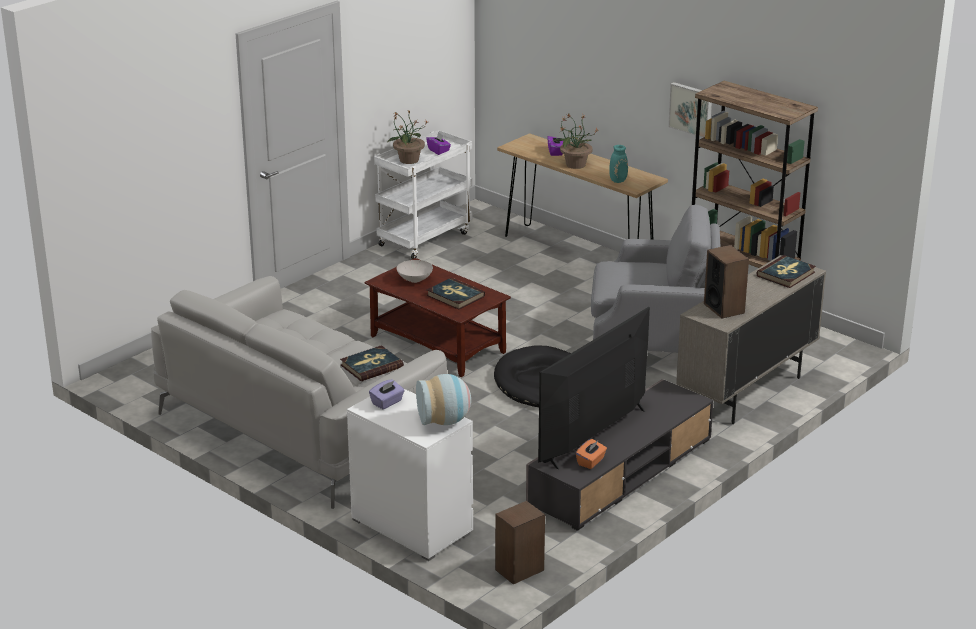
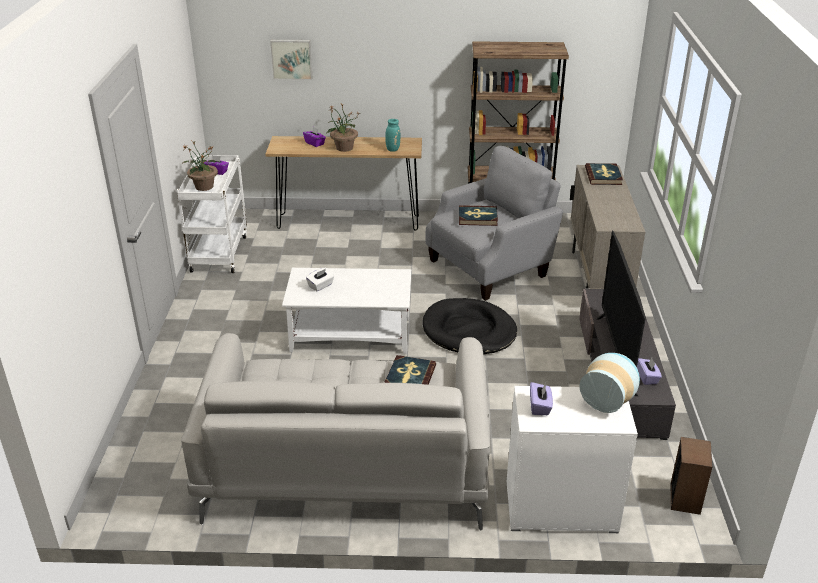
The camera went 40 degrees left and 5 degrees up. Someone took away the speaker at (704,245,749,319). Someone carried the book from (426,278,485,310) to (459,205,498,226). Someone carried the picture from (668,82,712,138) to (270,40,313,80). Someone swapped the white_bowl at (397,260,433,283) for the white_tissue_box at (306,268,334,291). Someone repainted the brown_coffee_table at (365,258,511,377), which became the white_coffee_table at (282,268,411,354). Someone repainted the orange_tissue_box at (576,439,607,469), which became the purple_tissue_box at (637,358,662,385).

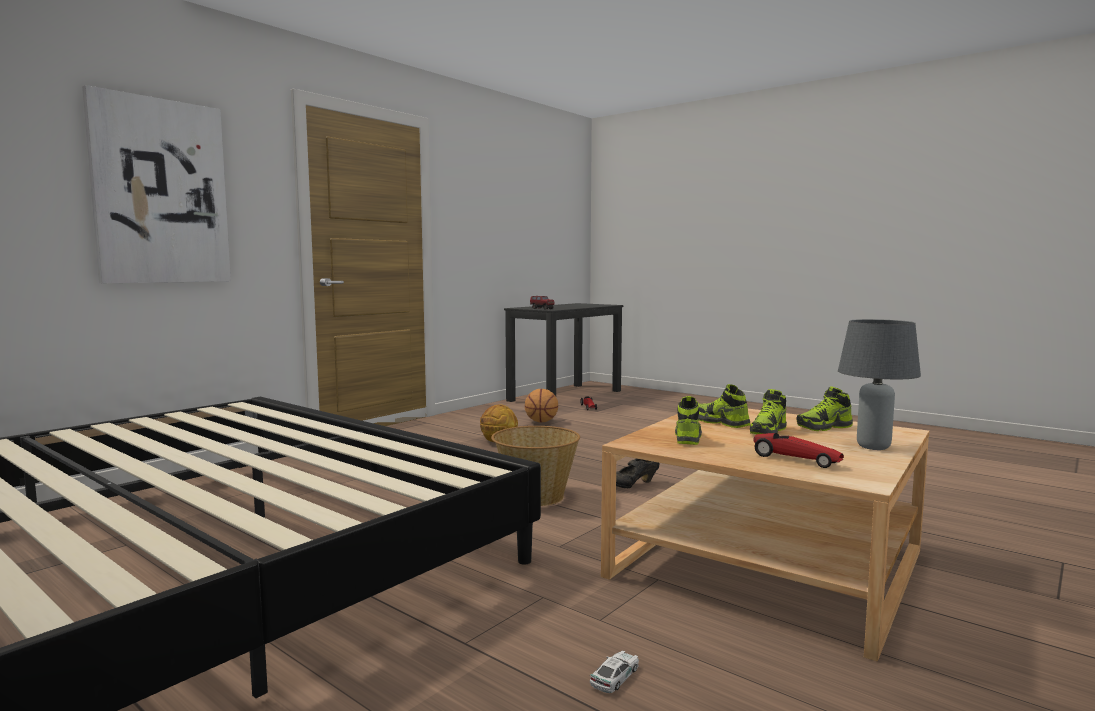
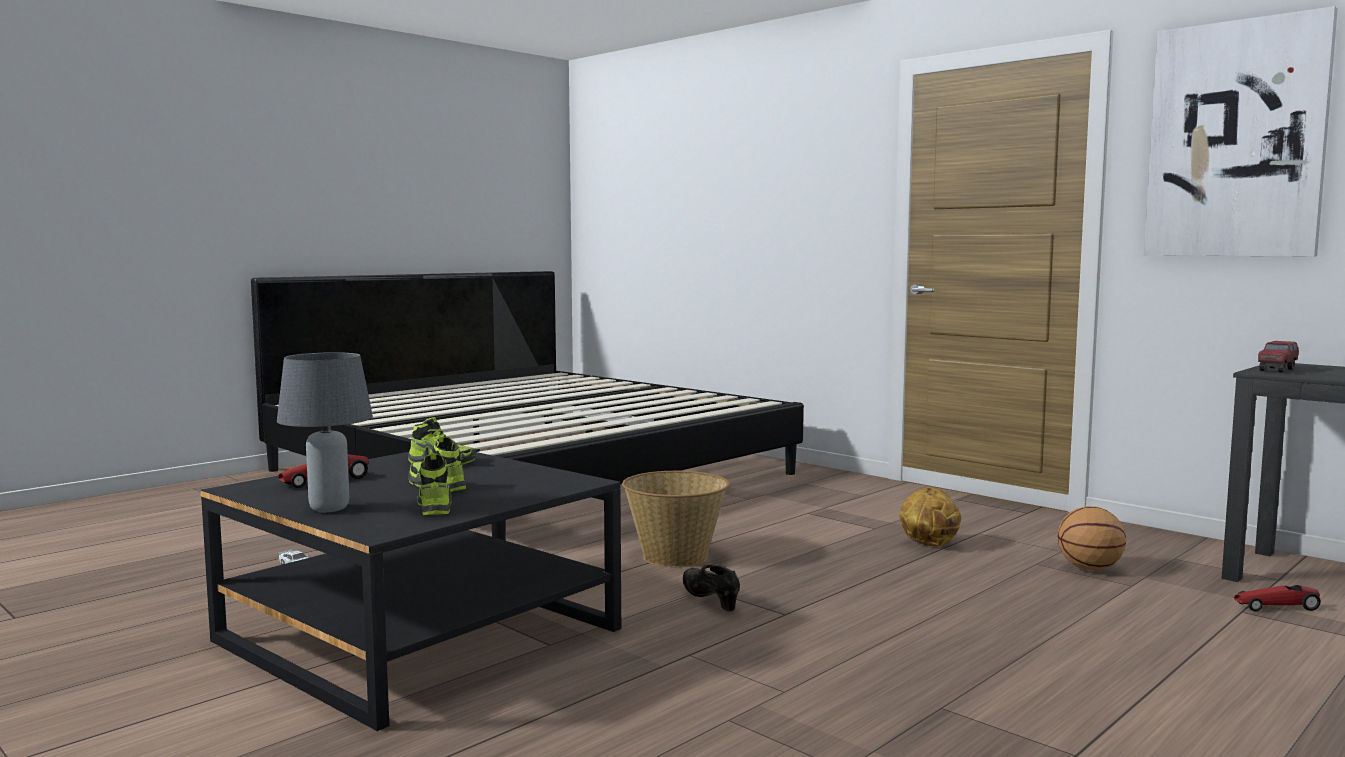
The camera went 95 degrees right and 0 degrees up. Someone took away the shoe at (698,384,750,428). Someone carried the picture from (82,85,231,283) to (1144,6,1338,256). Someone repainted the beige_coffee_table at (601,403,930,662), which became the black_coffee_table at (201,452,621,731).

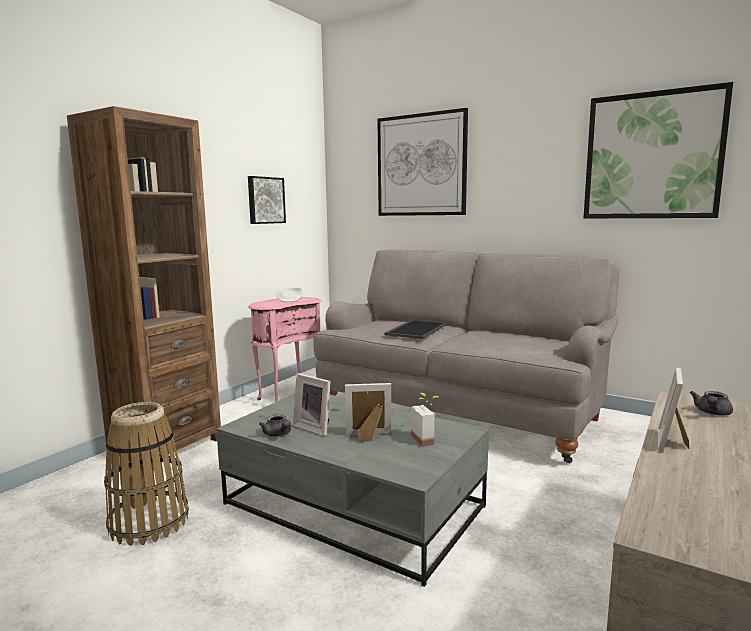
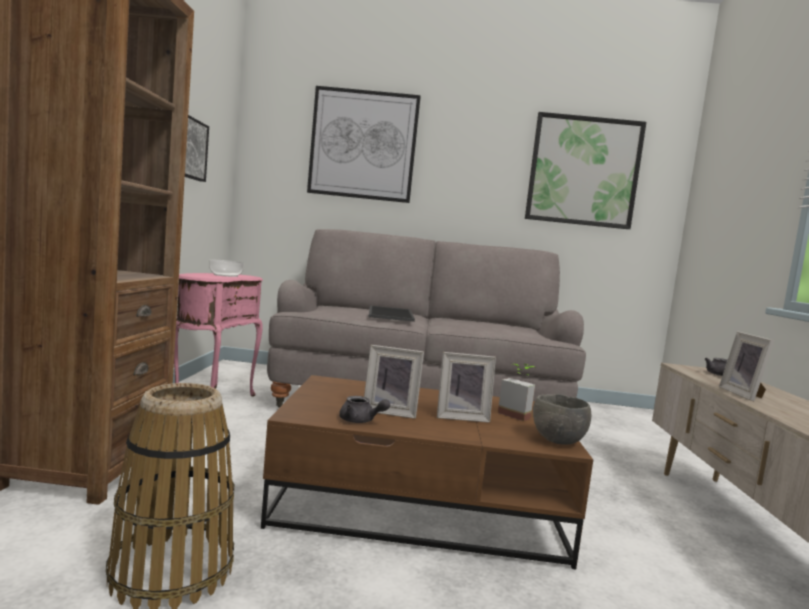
The camera went 30 degrees left and 5 degrees down. Someone put down the grey_bowl at (533,394,591,445). Someone repainted the grey_coffee_table at (216,394,489,587), which became the brown_coffee_table at (261,375,593,569). Someone rotated the picture_frame at (345,383,391,442) by 150 degrees counterclockwise.

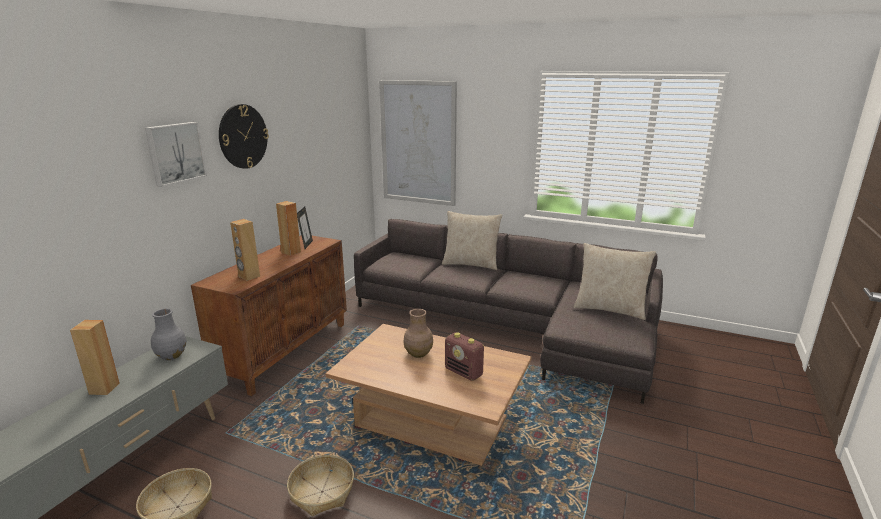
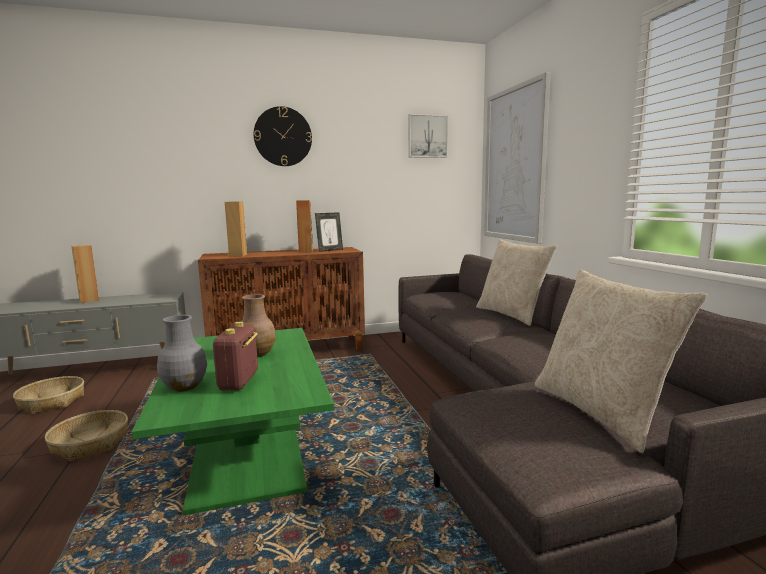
The camera went 50 degrees right and 10 degrees down. Someone carried the picture from (145,122,207,187) to (408,114,448,158). Someone carried the grey_vase from (151,308,186,360) to (157,315,207,392). Someone repainted the brown_coffee_table at (326,324,532,466), which became the green_coffee_table at (131,328,334,515).

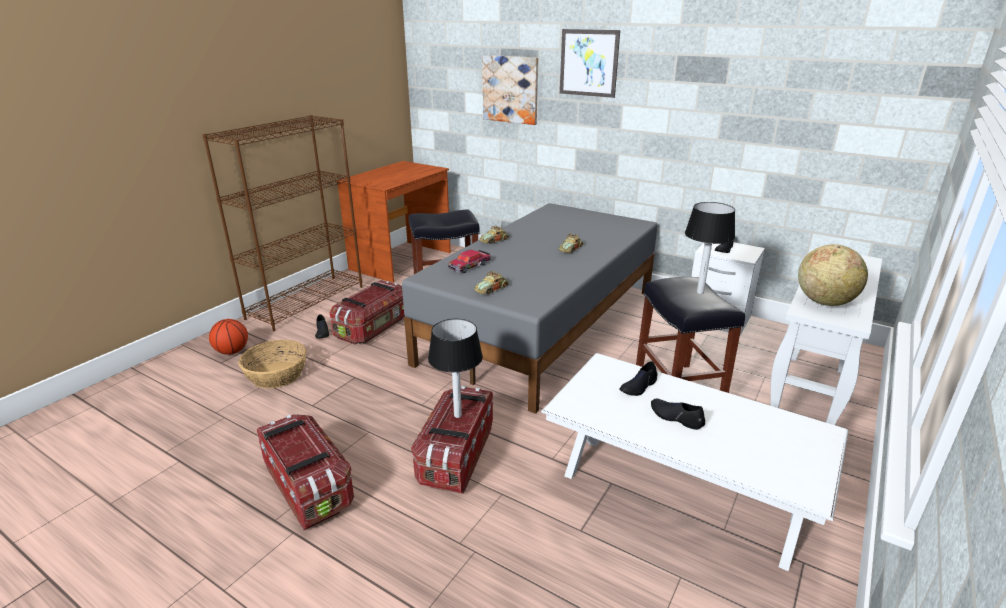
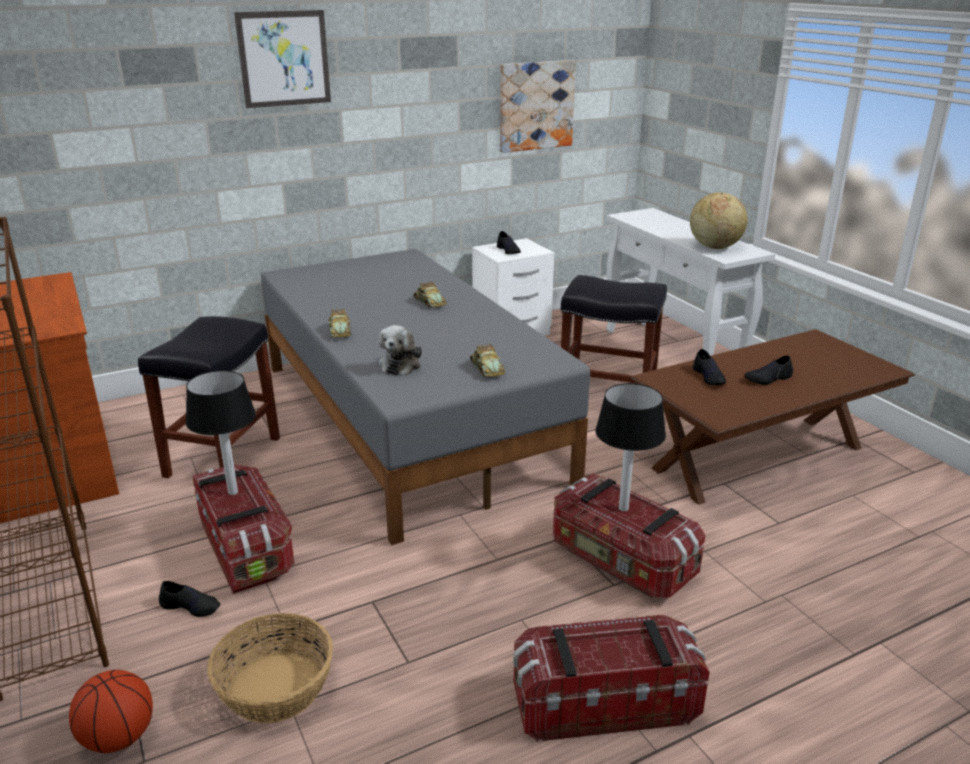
The camera went 60 degrees left and 0 degrees up. Someone carried the picture from (482,55,538,125) to (500,60,576,153). Someone carried the table_lamp from (685,202,735,294) to (186,370,256,495). Someone swapped the toy_car at (448,250,490,273) for the plush_toy at (379,325,422,375). Someone repainted the white_coffee_table at (541,353,849,571), which became the brown_coffee_table at (630,329,915,505).

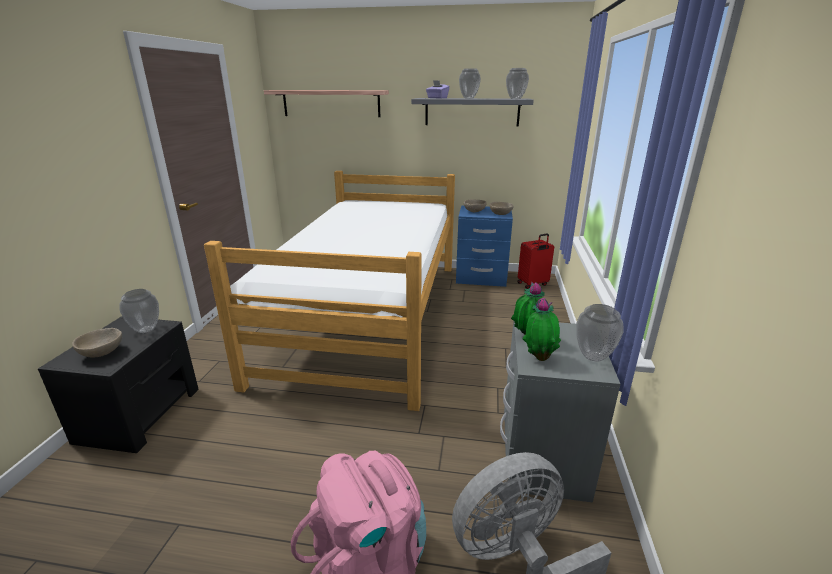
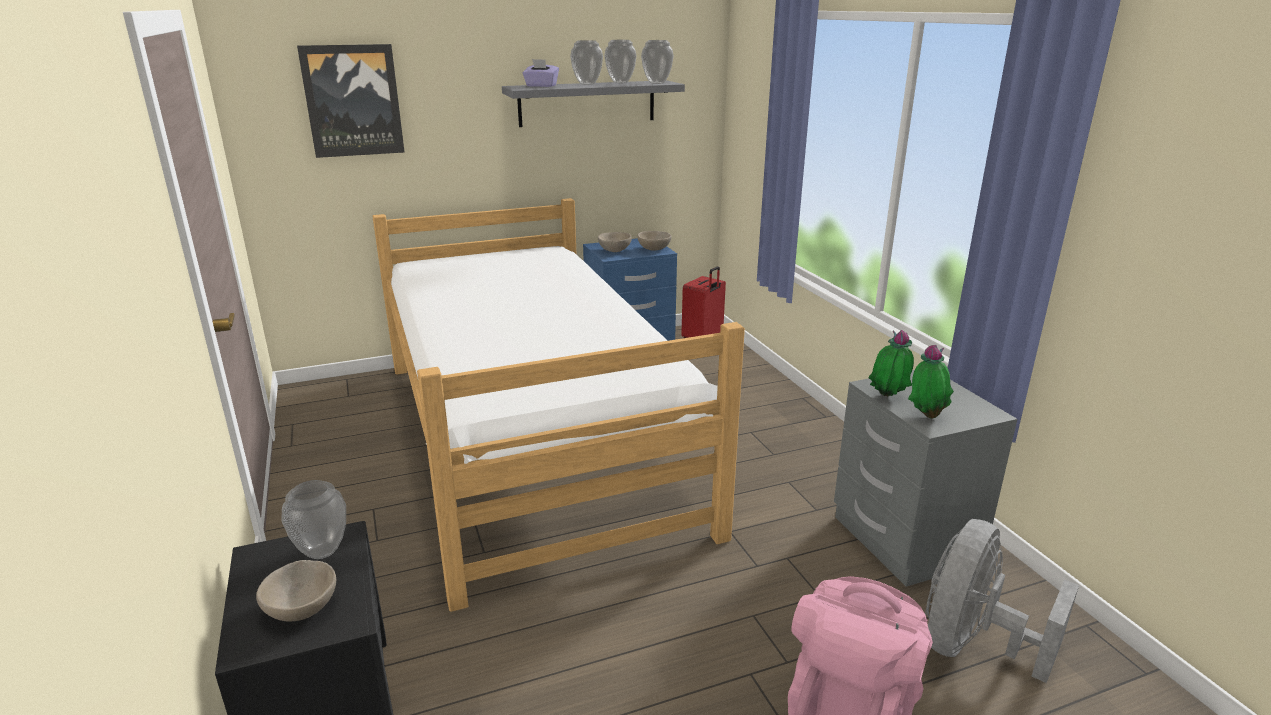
The camera went 30 degrees left and 0 degrees up. Someone carried the vase from (576,304,624,362) to (604,40,637,83). Someone swapped the shelf at (264,90,389,117) for the picture at (297,44,404,158).

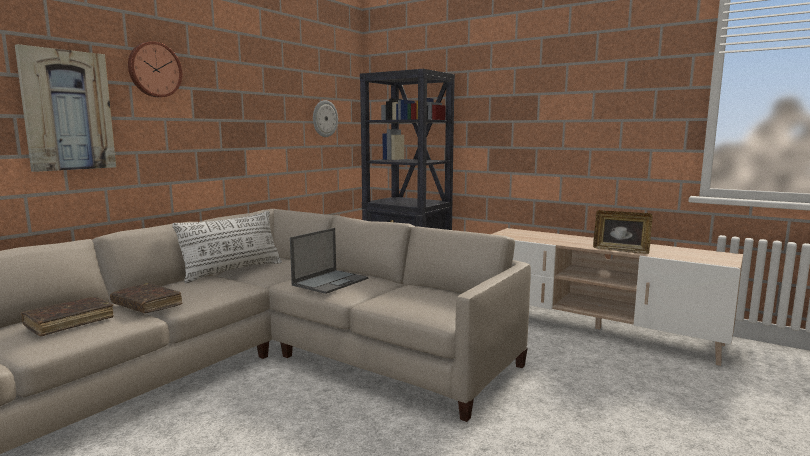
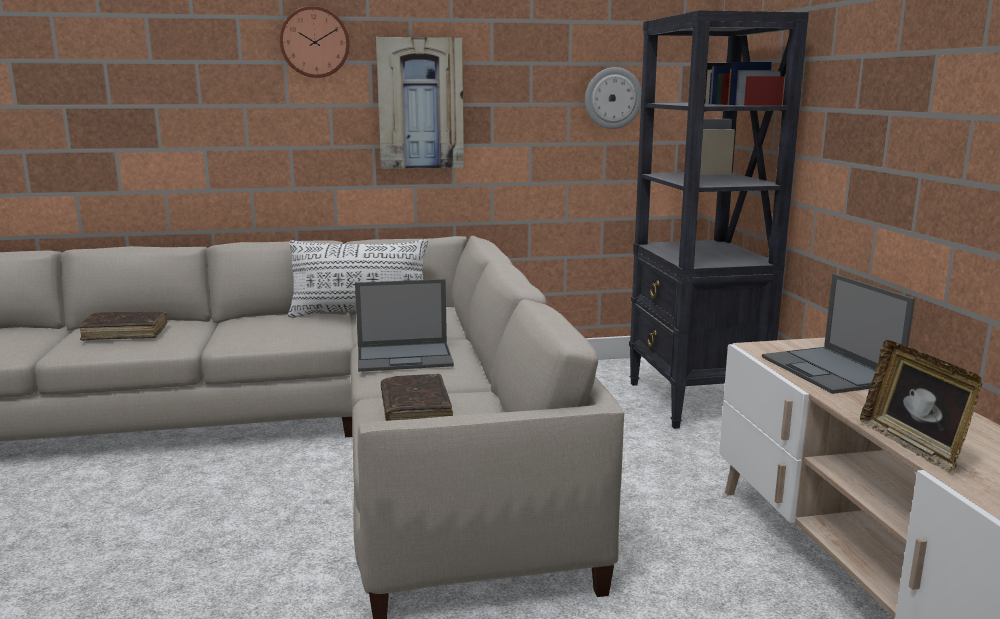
The camera went 45 degrees right and 5 degrees up. Someone put down the laptop at (762,274,915,394). Someone carried the picture from (15,44,116,172) to (376,37,464,169). Someone carried the brown_book from (110,283,182,313) to (381,374,453,421).

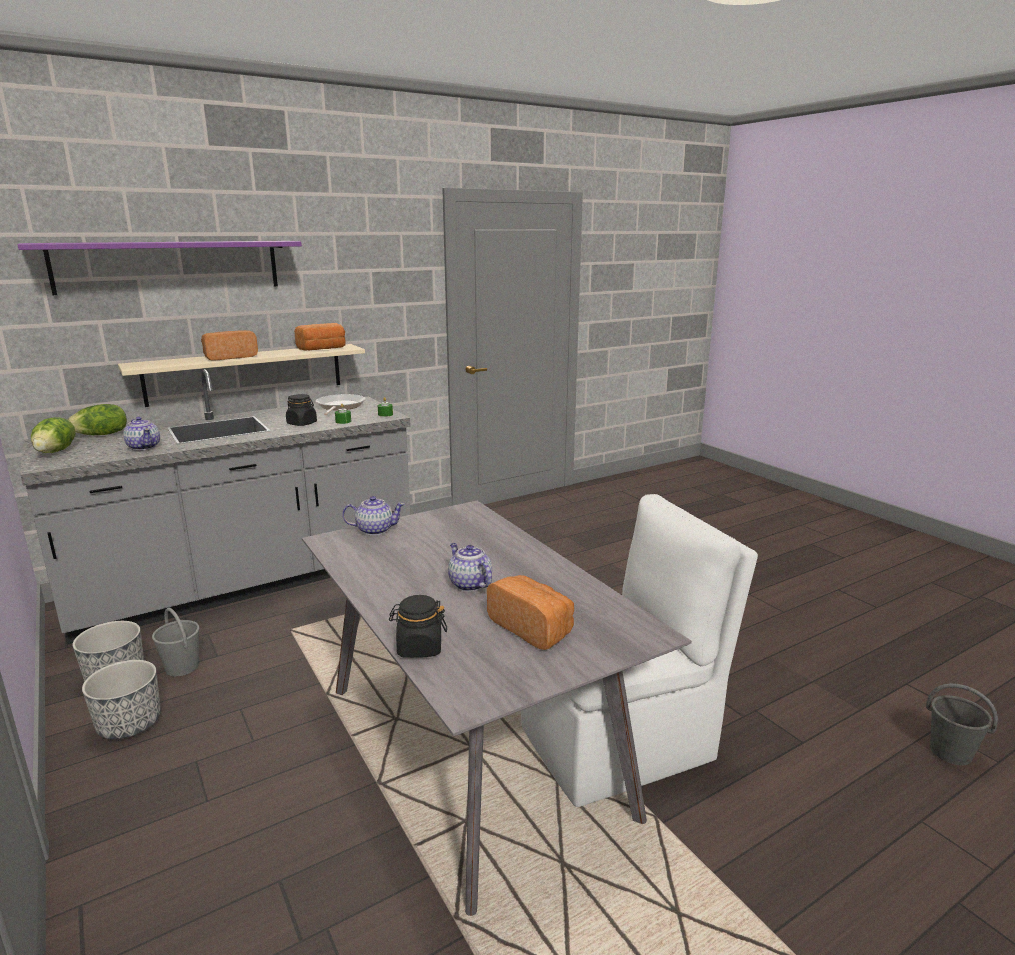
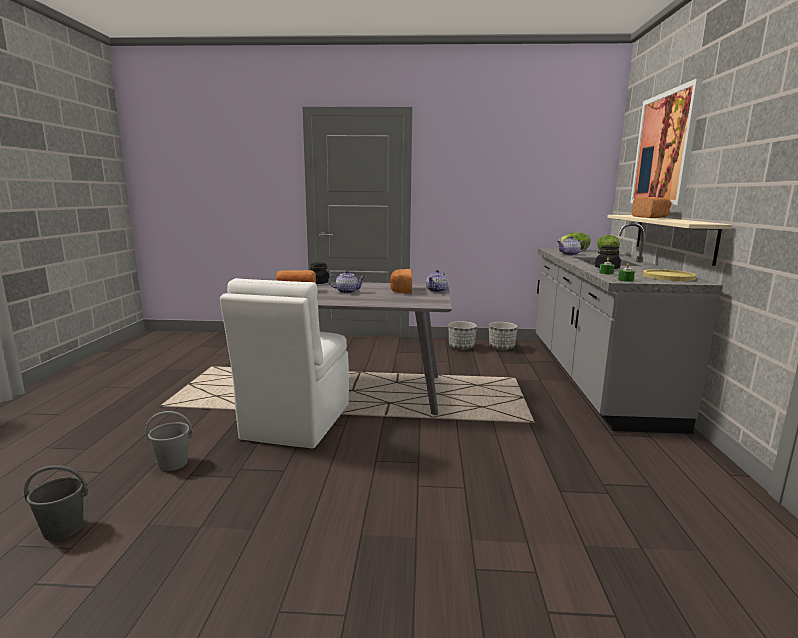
The camera went 125 degrees right and 5 degrees down. Someone carried the grey_bucket from (152,608,199,676) to (145,411,193,471). Someone carried the bread from (294,323,346,351) to (390,269,412,294). Someone swapped the purple_shelf at (17,241,302,295) for the picture at (630,78,703,205). Someone swapped the frying_pan at (316,394,365,415) for the yellow_plate at (643,269,696,281).

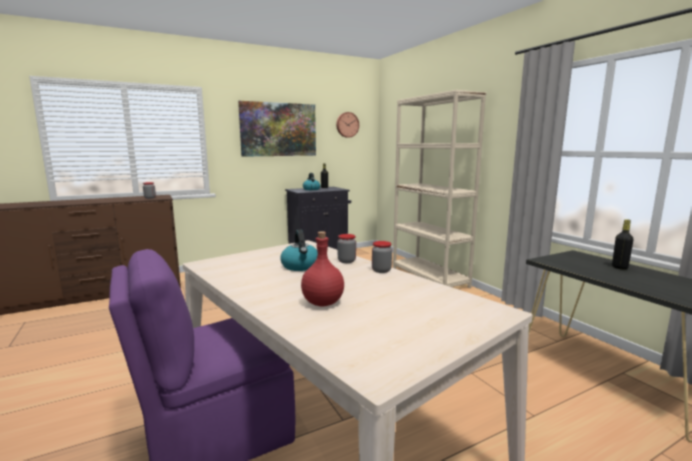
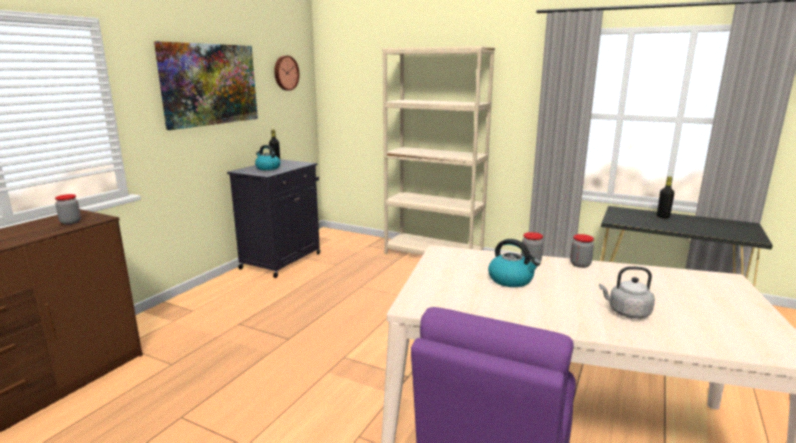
The camera went 35 degrees left and 5 degrees up. Someone swapped the red_bottle at (301,231,344,307) for the grey_kettle at (599,266,655,318).

